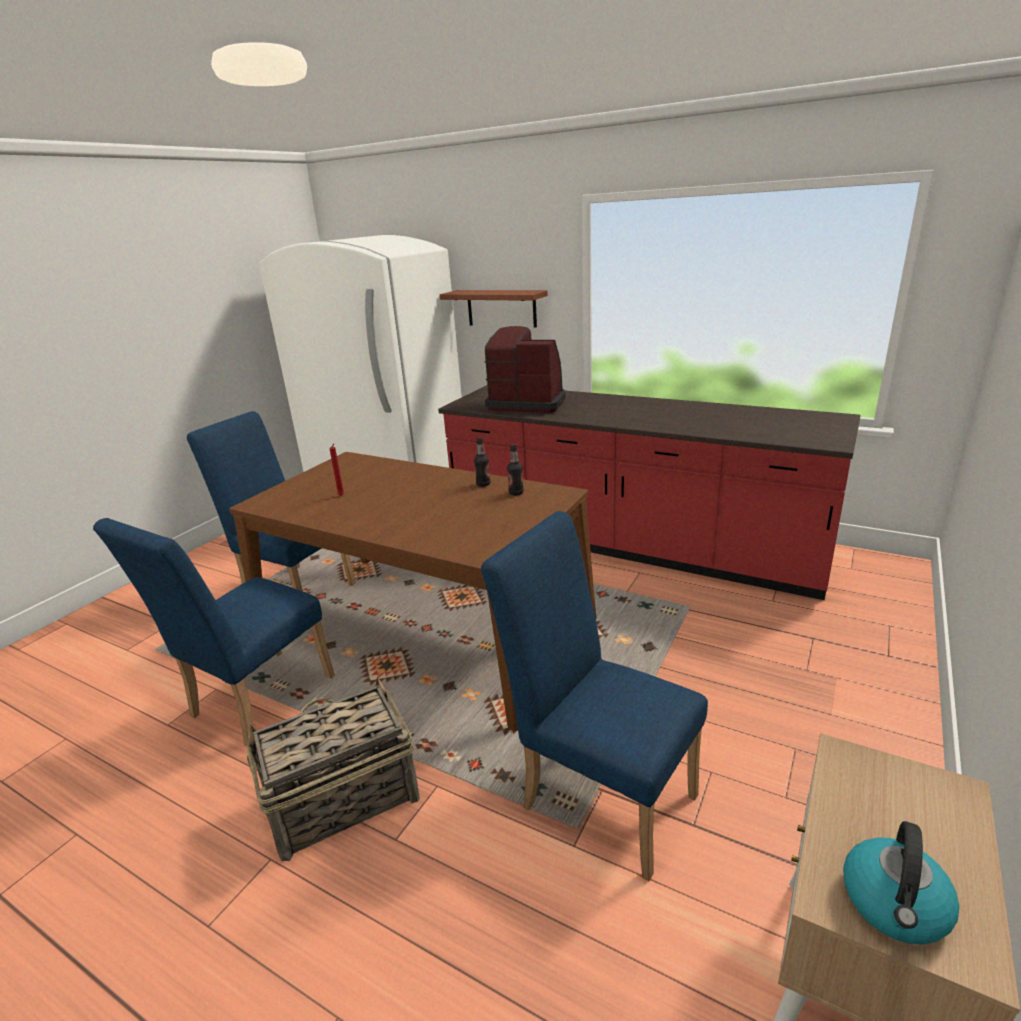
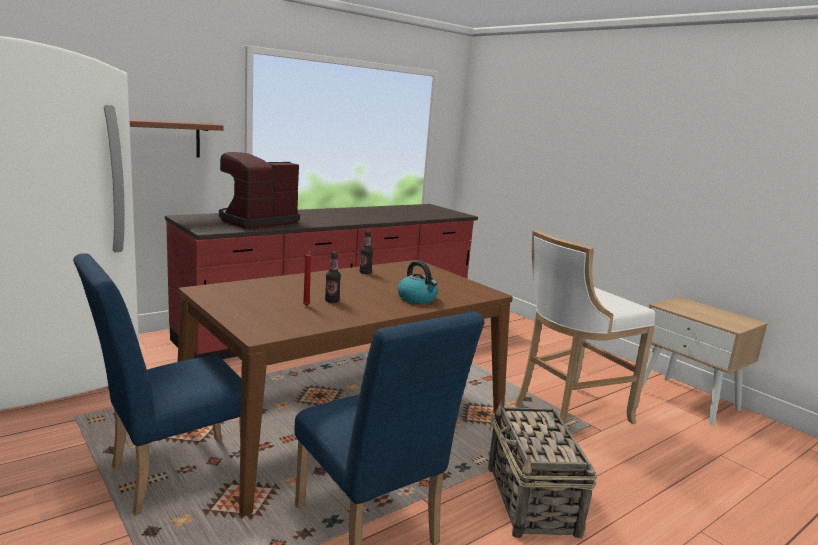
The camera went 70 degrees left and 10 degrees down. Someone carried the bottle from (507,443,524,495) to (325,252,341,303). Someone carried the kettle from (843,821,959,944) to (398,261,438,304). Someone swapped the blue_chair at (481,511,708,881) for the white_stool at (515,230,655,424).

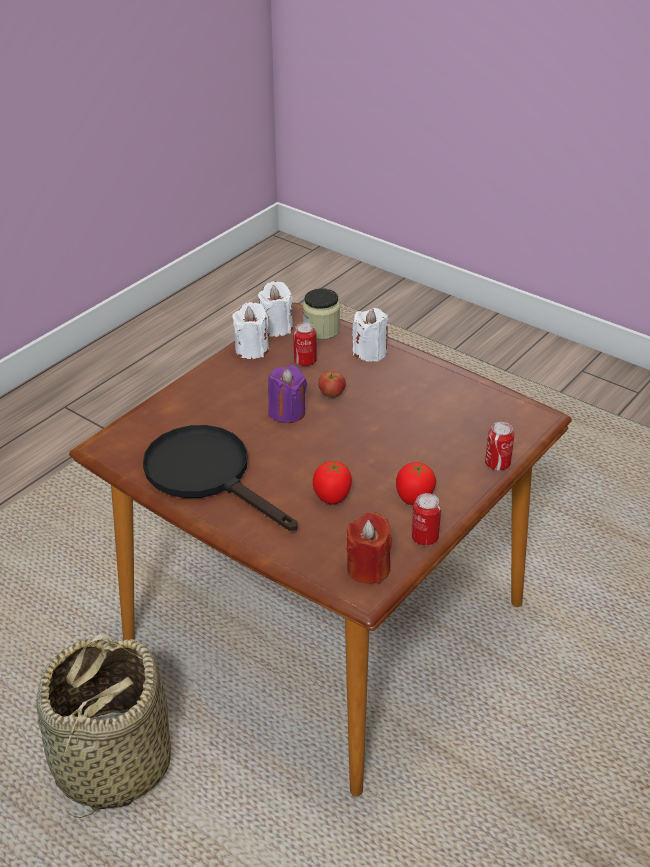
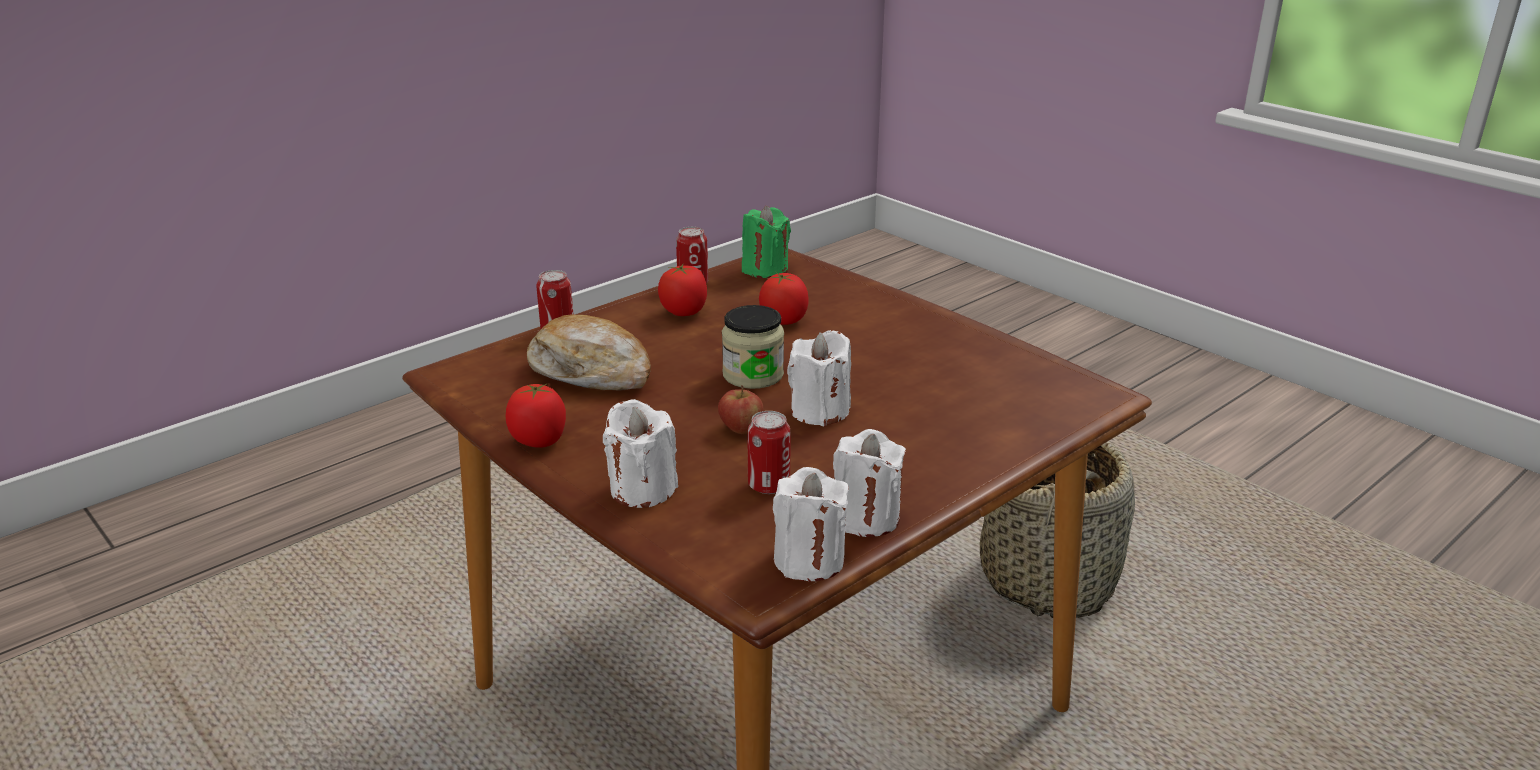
The camera went 170 degrees left and 10 degrees down. Someone took away the black_frying_pan at (143,425,298,531). Someone put down the tomato at (506,383,566,448). Someone put down the bread at (527,315,651,390). Someone carried the jar from (303,288,340,340) to (722,305,784,389). Someone repainted the purple_candle at (268,365,307,423), which became the white_candle at (787,330,851,426). Someone repainted the red_candle at (346,512,392,584), which became the green_candle at (742,206,791,278).

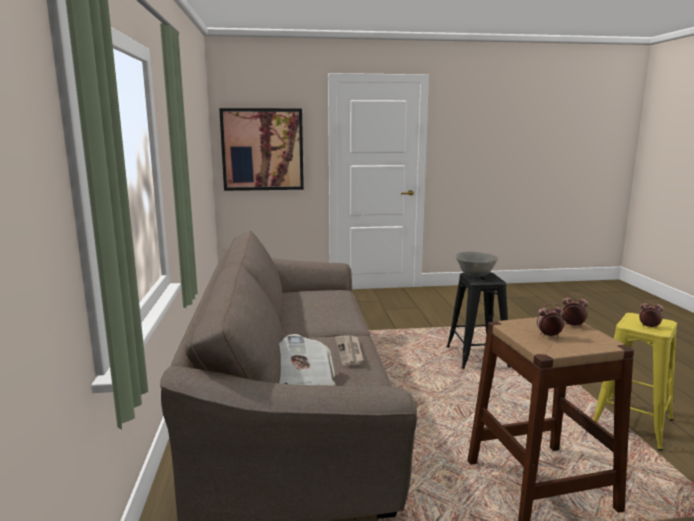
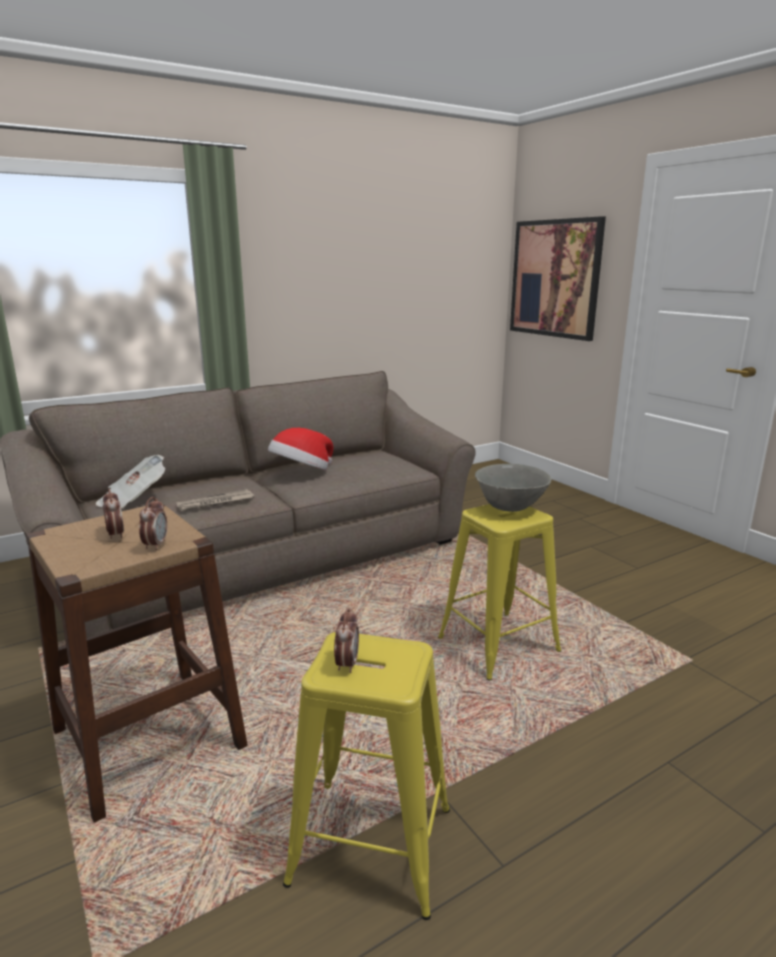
The camera went 65 degrees right and 5 degrees up. Someone put down the hat at (268,428,333,470). Someone repainted the black_stool at (447,272,510,370), which became the yellow_stool at (438,504,561,681).

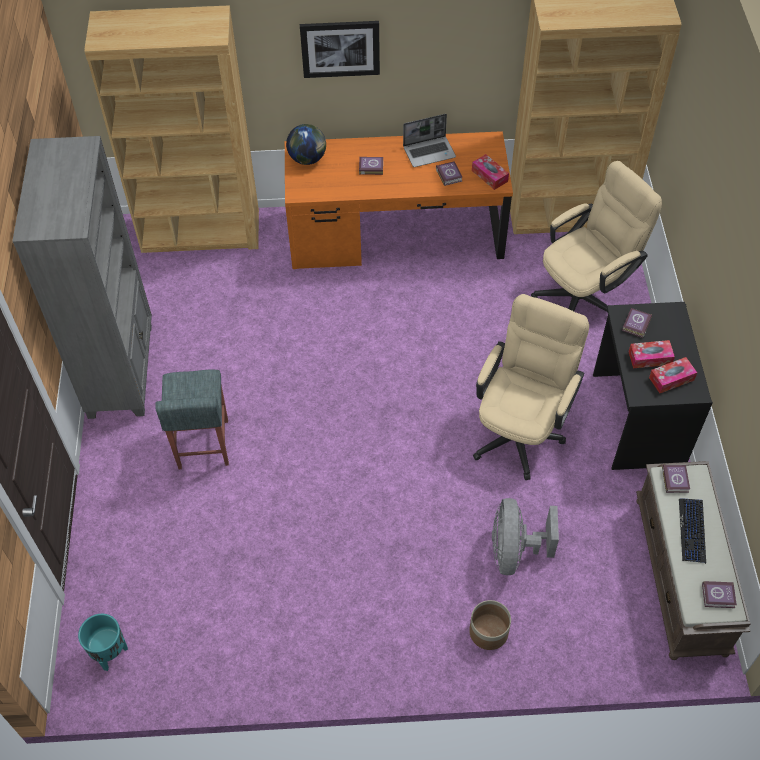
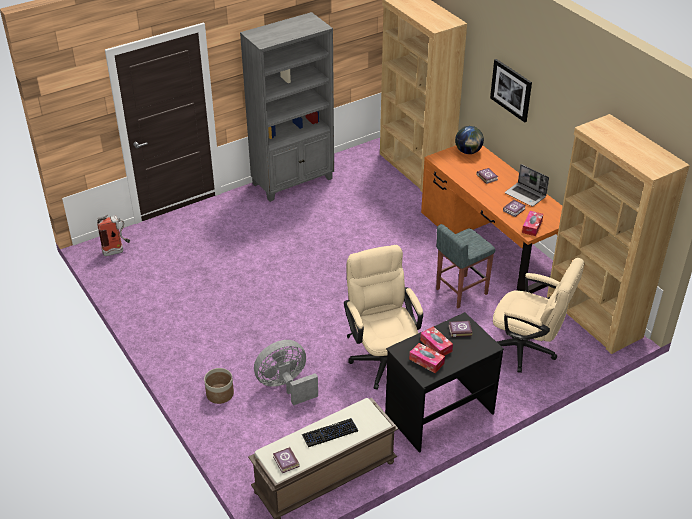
The camera went 60 degrees right and 15 degrees down. Someone took away the book at (662,465,690,493). Someone carried the grey_stool from (156,370,229,469) to (436,224,495,308). Someone swapped the turquoise_planter at (78,614,128,671) for the fire_extinguisher at (97,215,130,256). Someone rotated the beige_office_chair at (473,294,589,480) by 105 degrees counterclockwise.

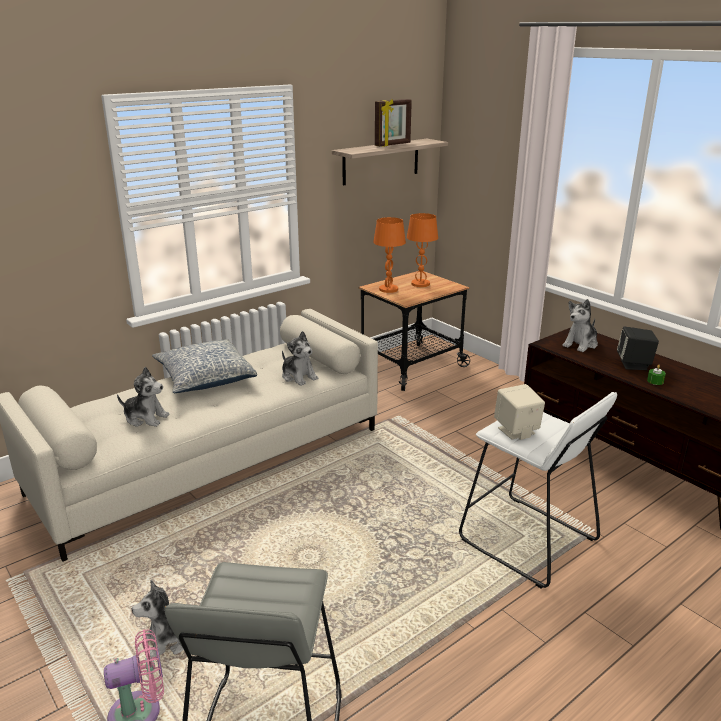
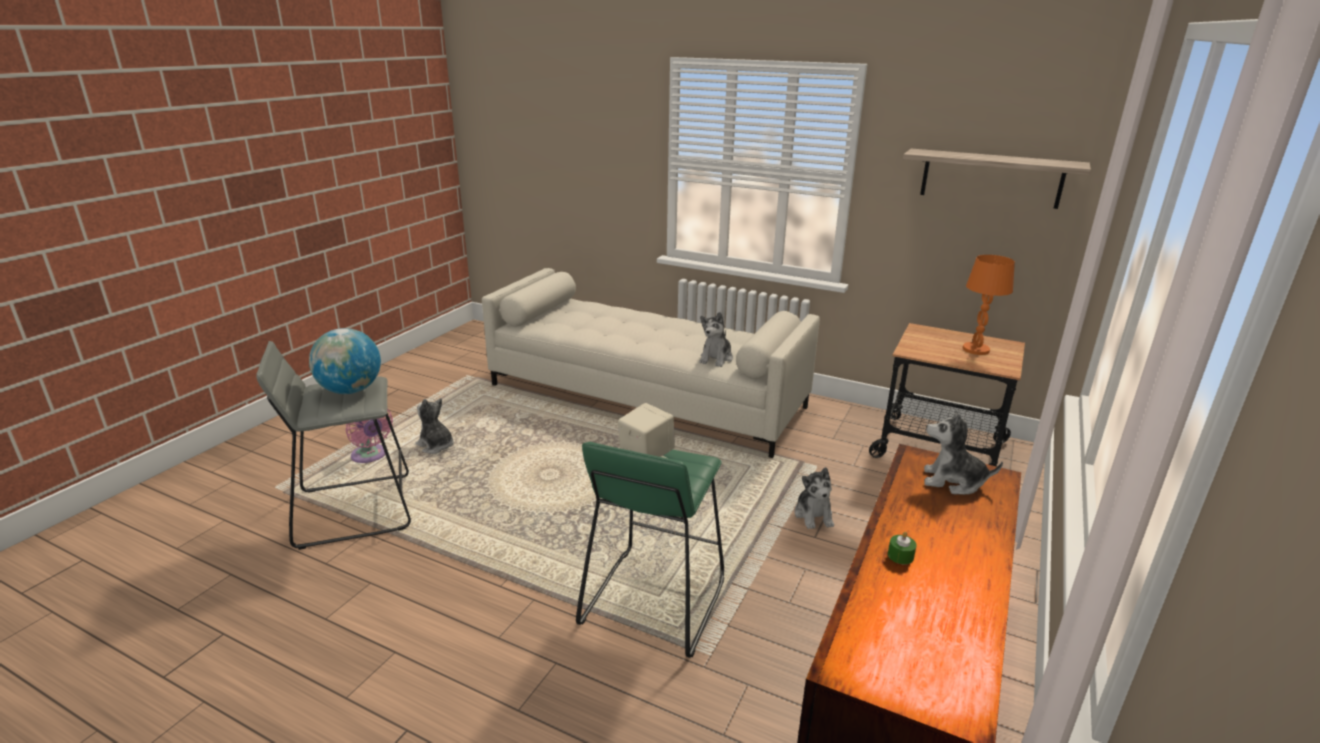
The camera went 65 degrees right and 0 degrees up. Someone took away the pillow at (152,339,257,393). Someone took away the orange_table_lamp at (373,217,406,293). Someone took away the picture_frame at (375,99,412,147). Someone took away the black_speaker at (617,327,659,370). Someone put down the globe at (309,328,381,394). Someone carried the plush_toy from (117,367,170,427) to (794,467,834,529). Someone repainted the white_stool at (459,392,617,589), which became the green_stool at (576,442,724,658).

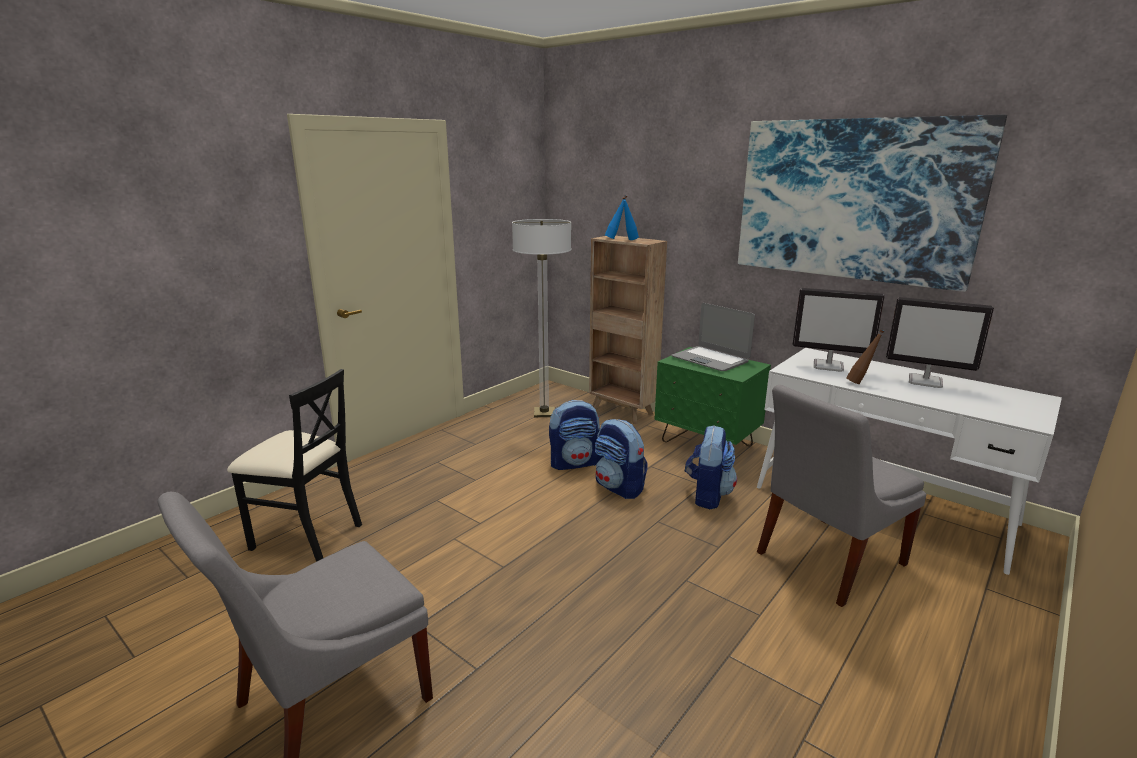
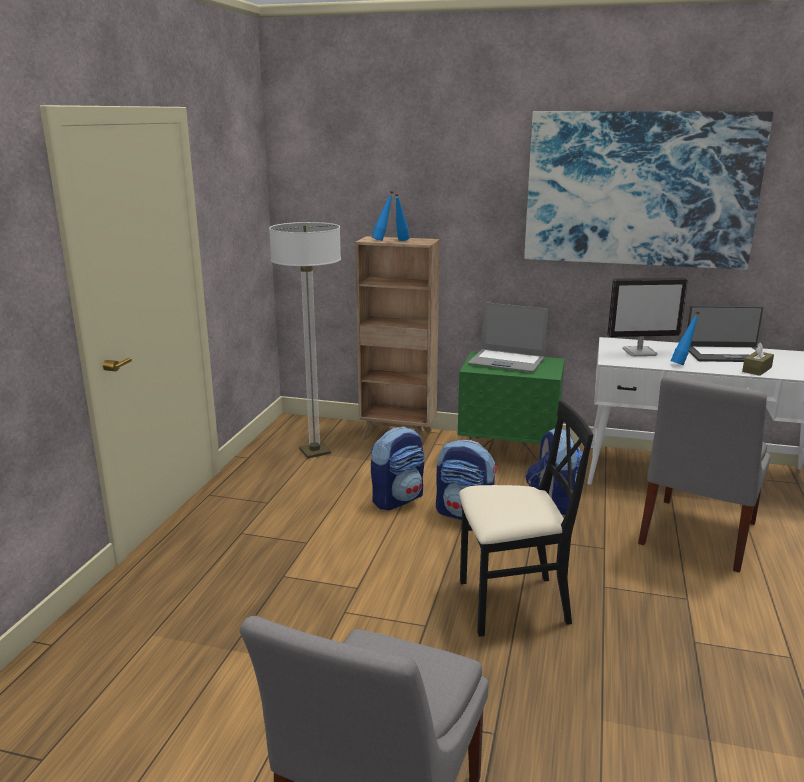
The camera went 25 degrees left and 0 degrees up. Someone put down the brown_tissue_box at (742,342,774,376). Someone carried the black_chair from (227,369,362,562) to (459,401,594,636). Someone swapped the monitor at (886,297,994,388) for the laptop at (687,306,763,362). Someone repainted the brown_bottle at (846,329,884,384), which became the blue_bottle at (671,312,700,365).

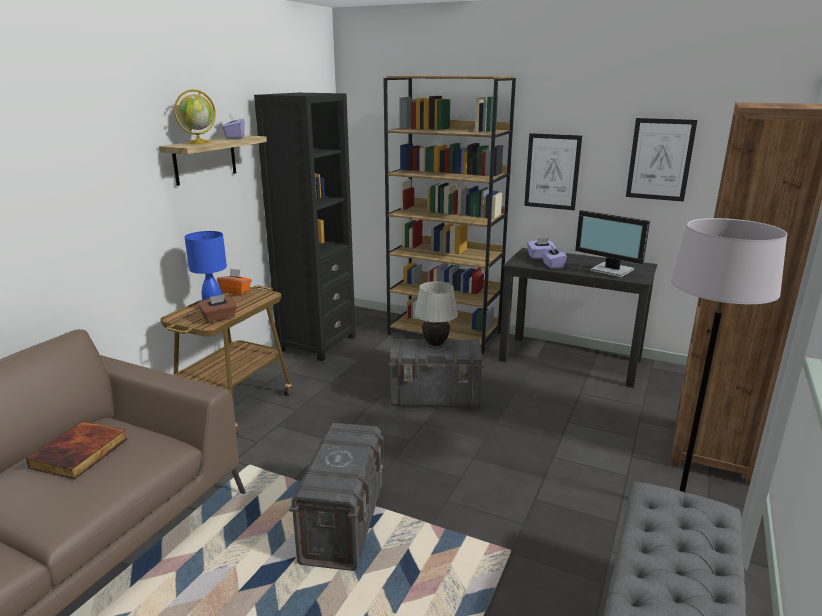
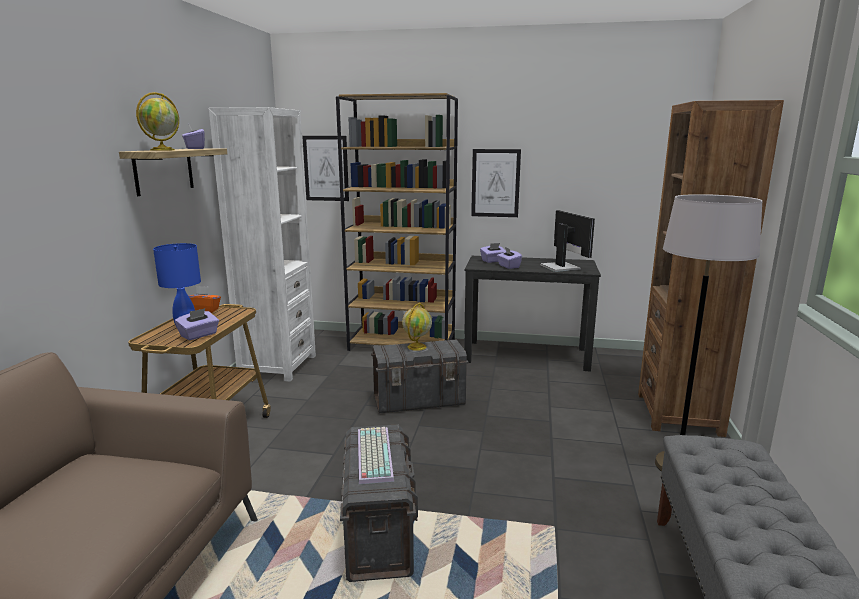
The camera went 15 degrees left and 5 degrees down. Someone took away the book at (26,421,127,479). Someone put down the keyboard at (358,427,394,484). Someone carried the picture from (626,118,697,202) to (302,136,349,201). Someone swapped the white_table_lamp at (414,281,458,346) for the globe at (402,303,432,351). Someone repainted the brown_tissue_box at (198,294,237,323), which became the purple_tissue_box at (175,308,219,340). Someone repainted the black_bookcase at (254,93,356,361), which became the white_bookcase at (209,107,316,382). Someone rotated the monitor at (575,210,650,278) by 135 degrees counterclockwise.

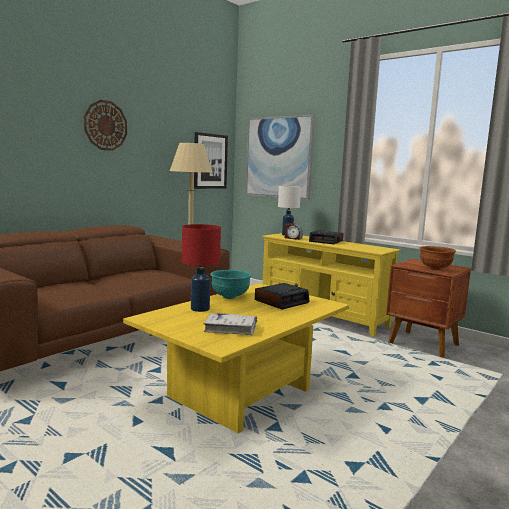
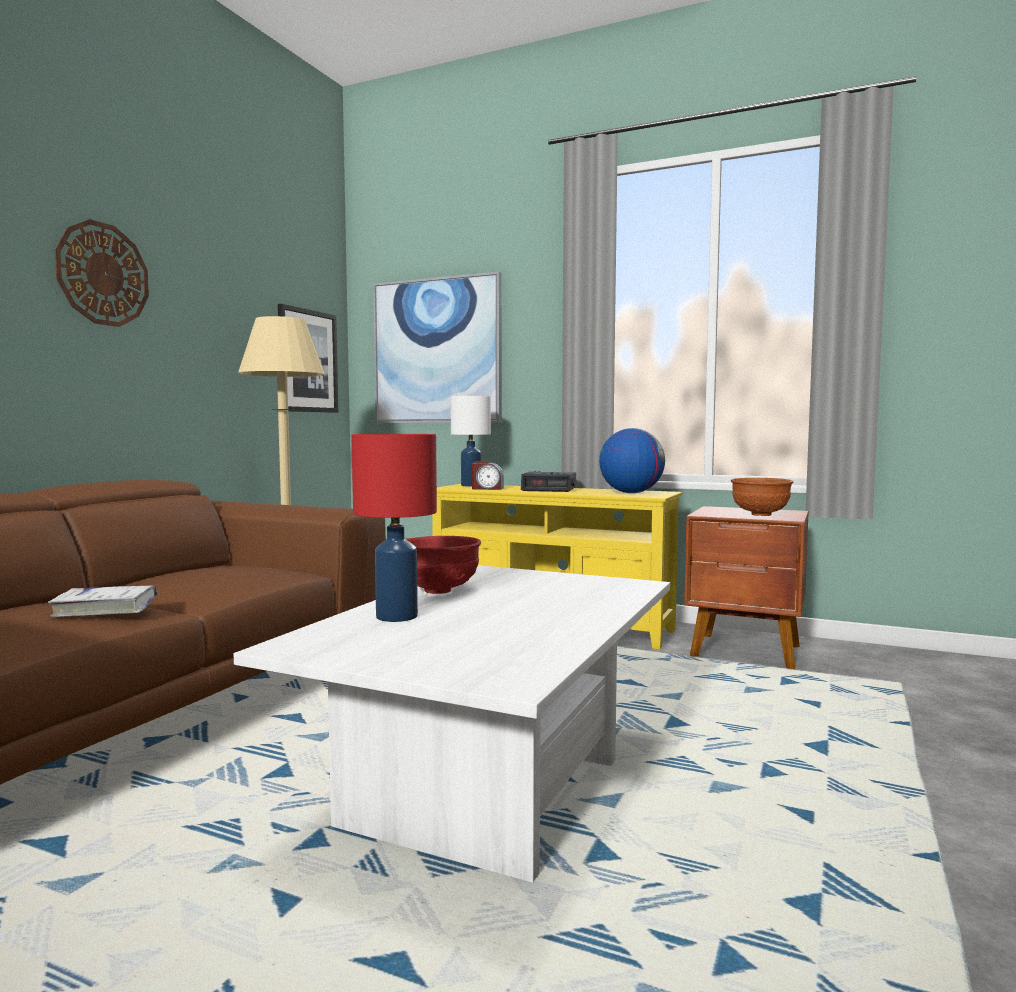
The camera went 15 degrees left and 5 degrees down. Someone took away the alarm_clock at (255,283,310,309). Someone put down the globe at (599,428,665,493). Someone carried the white_book from (203,313,257,335) to (48,586,158,617). Someone repainted the yellow_coffee_table at (123,283,349,433), which became the white_coffee_table at (234,565,670,883). Someone repainted the turquoise_bowl at (210,270,251,299), which became the red_bowl at (406,536,481,594).

